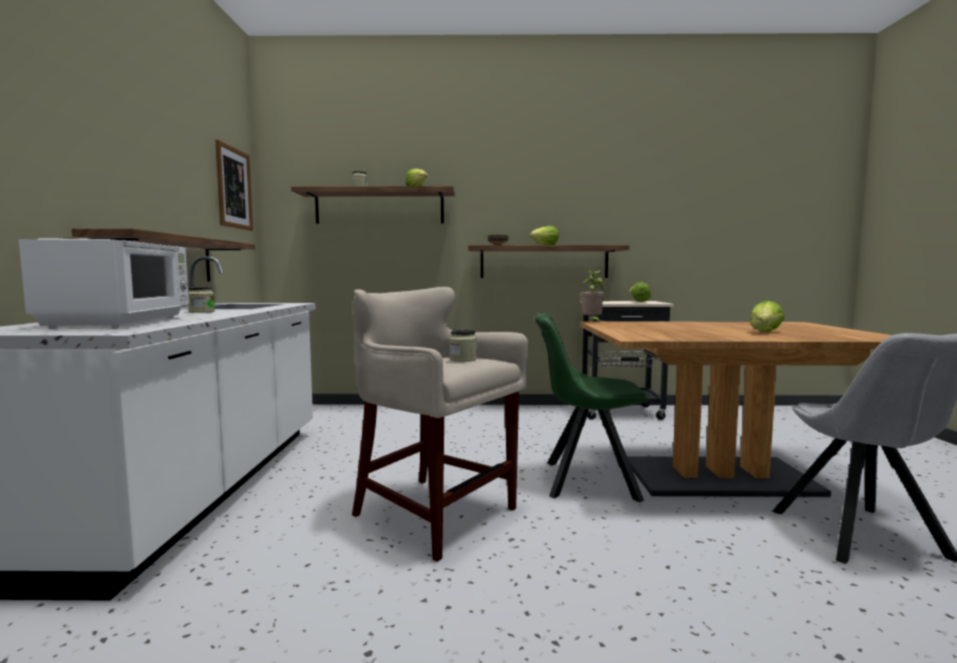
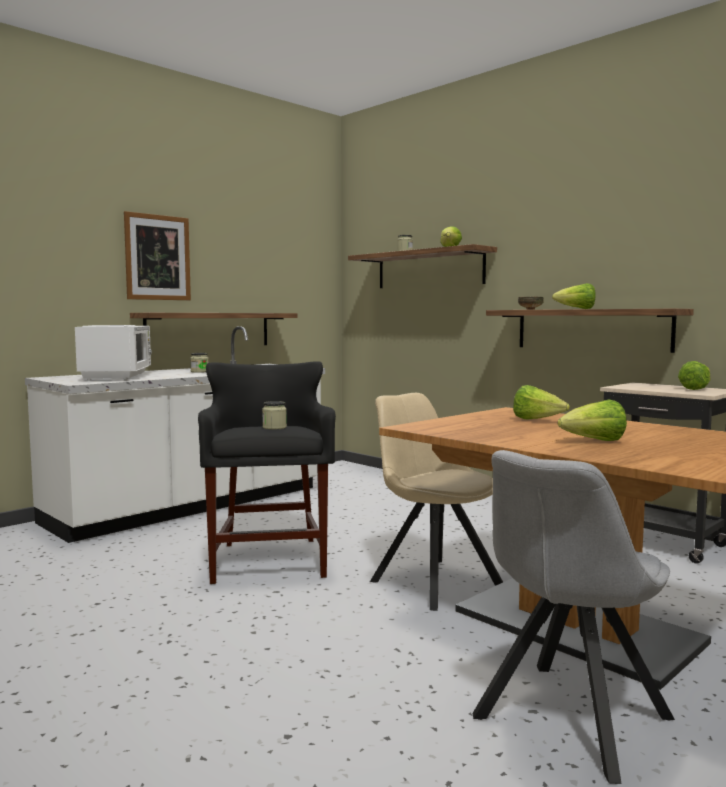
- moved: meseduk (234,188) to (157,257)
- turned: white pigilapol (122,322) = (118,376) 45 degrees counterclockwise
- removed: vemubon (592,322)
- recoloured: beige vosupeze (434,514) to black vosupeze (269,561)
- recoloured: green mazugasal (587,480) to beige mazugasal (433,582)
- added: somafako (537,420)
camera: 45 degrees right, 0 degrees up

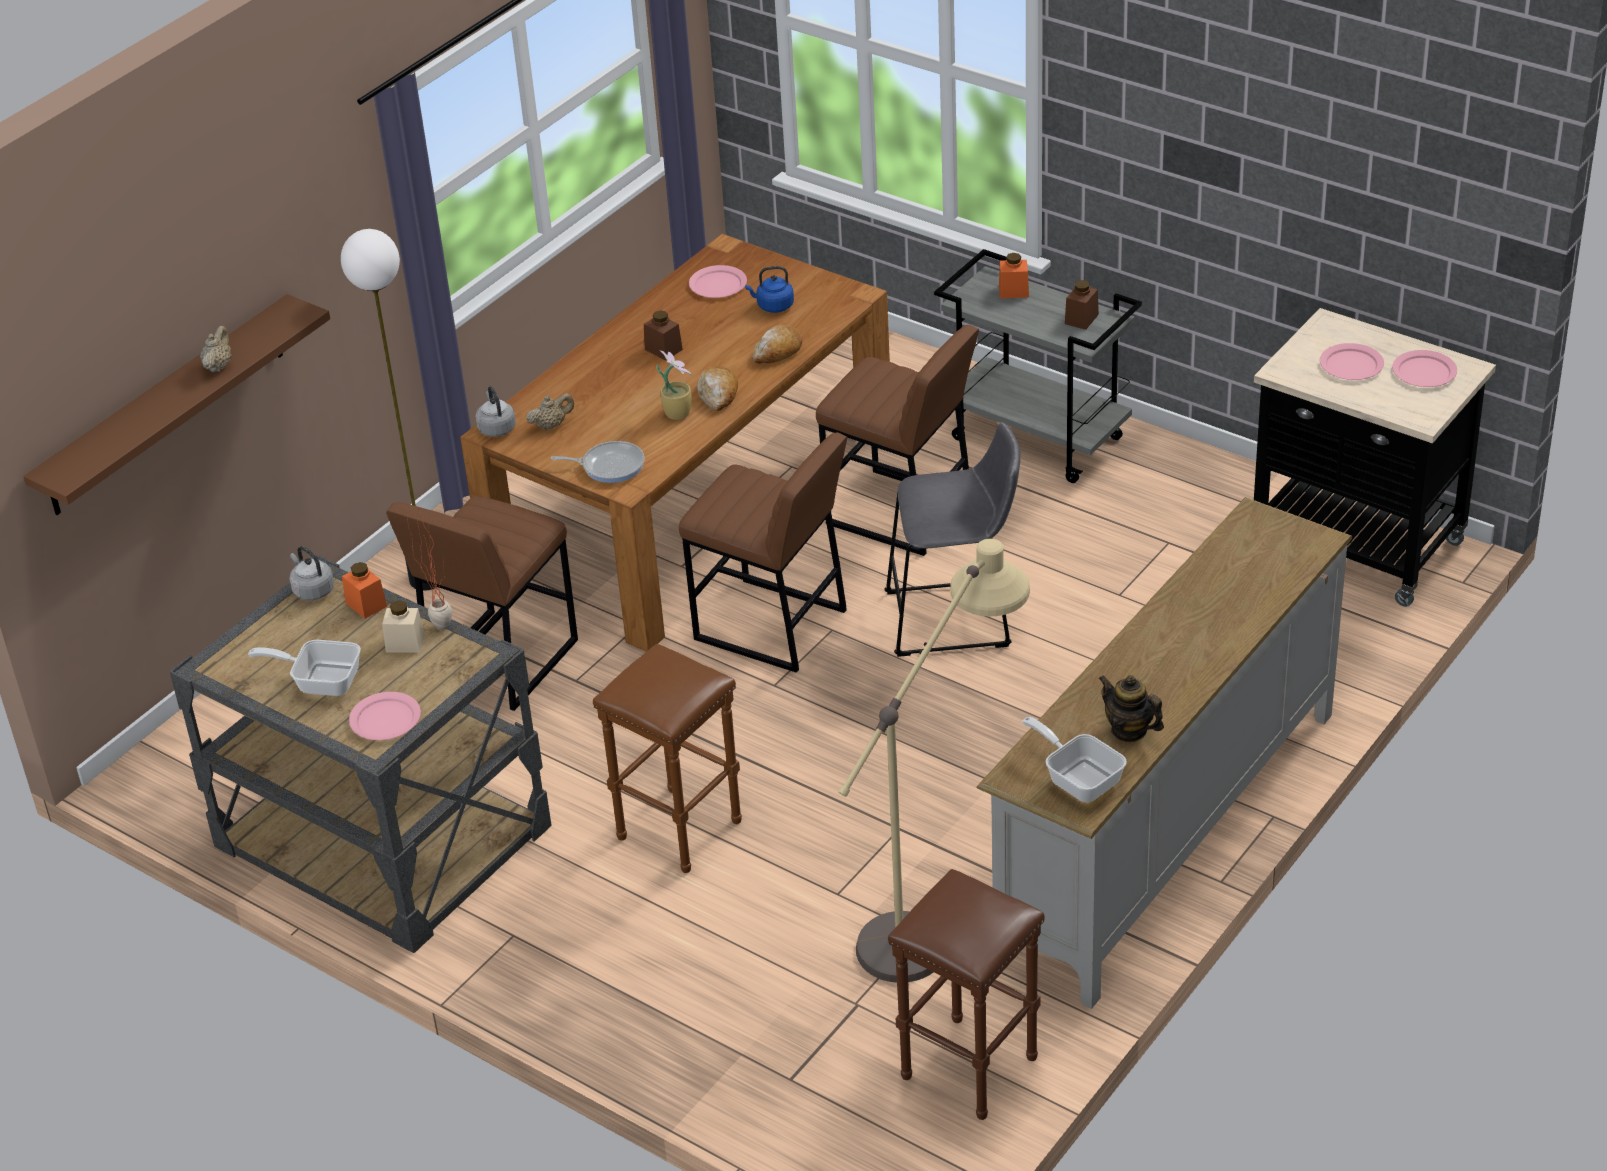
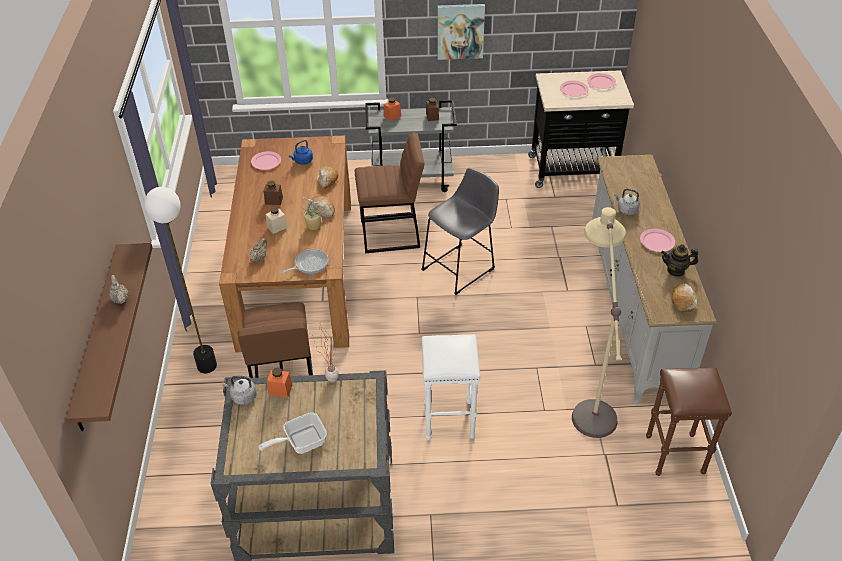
- moved: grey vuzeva (496,428) to (626,210)
- removed: brown mazugasal (774,626)
- moved: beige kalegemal (405,643) to (277,227)
- recoloured: brown vosupeze (680,831) to white vosupeze (450,420)
- moved: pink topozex (385,719) to (657,242)
- replaced: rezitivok (1078,778) to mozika (683,300)
- added: meseduk (460,31)
camera: 40 degrees left, 5 degrees up

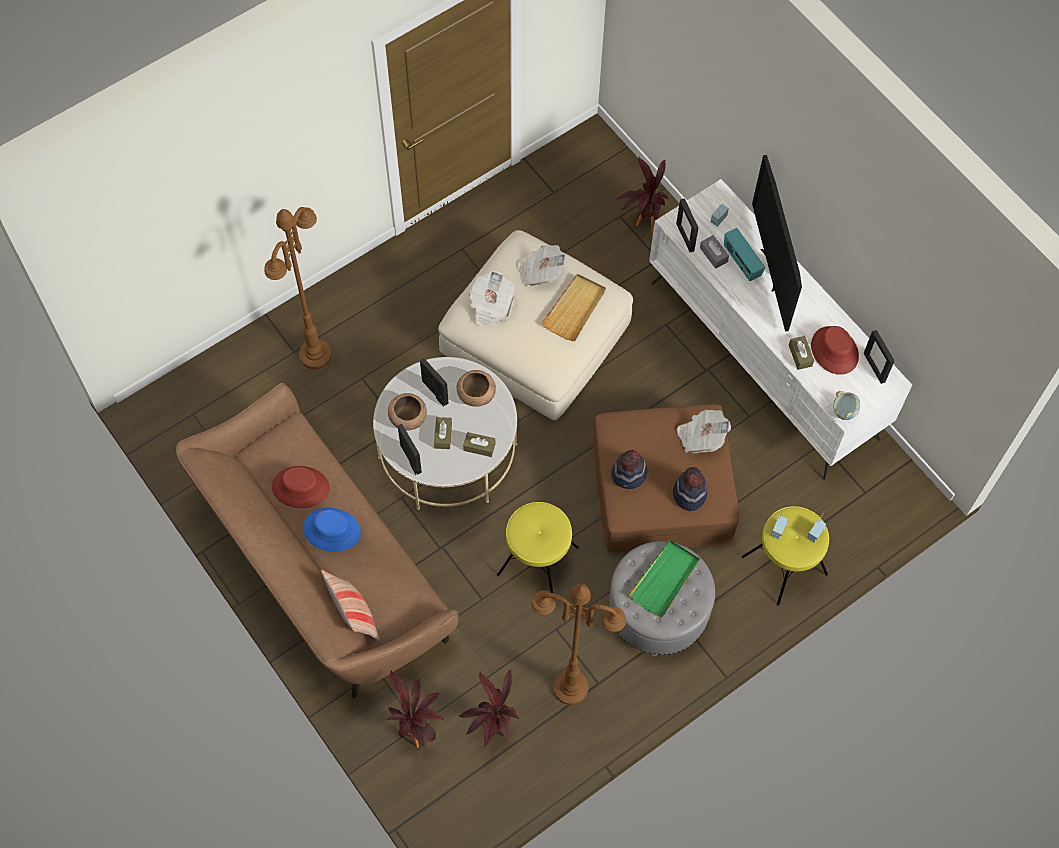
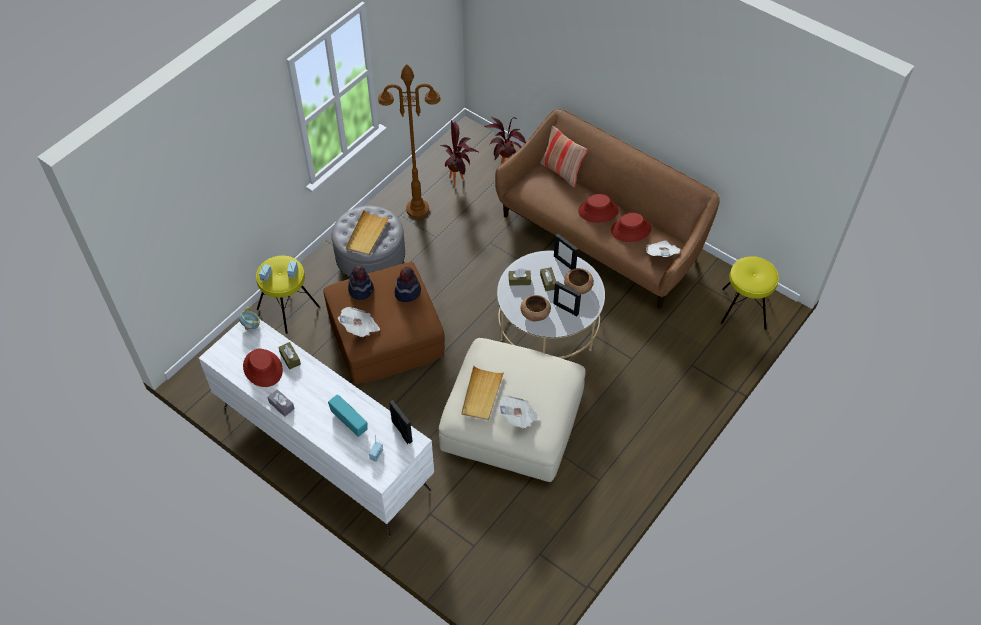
- removed: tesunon (771,270)
- removed: vemubon (641,225)
- removed: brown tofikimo (315,354)
- moved: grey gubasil (713,255) to (281,405)
- moved: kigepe (491,306) to (661,254)
- removed: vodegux (875,367)
- moved: yellow vosupeze (537,561) to (744,308)
- recoloured: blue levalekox (331,530) to red levalekox (598,211)
- recoloured: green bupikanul (664,579) to beige bupikanul (367,234)
camera: 165 degrees right, 10 degrees down

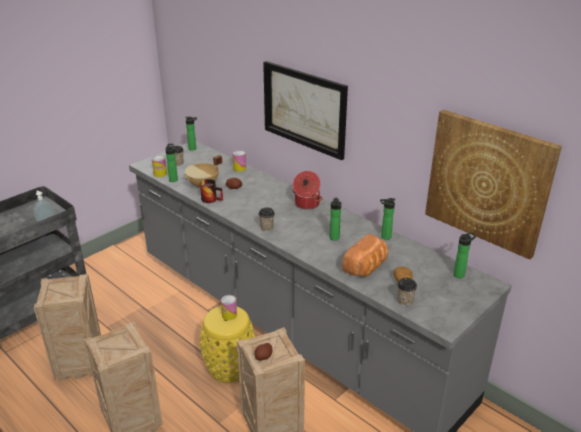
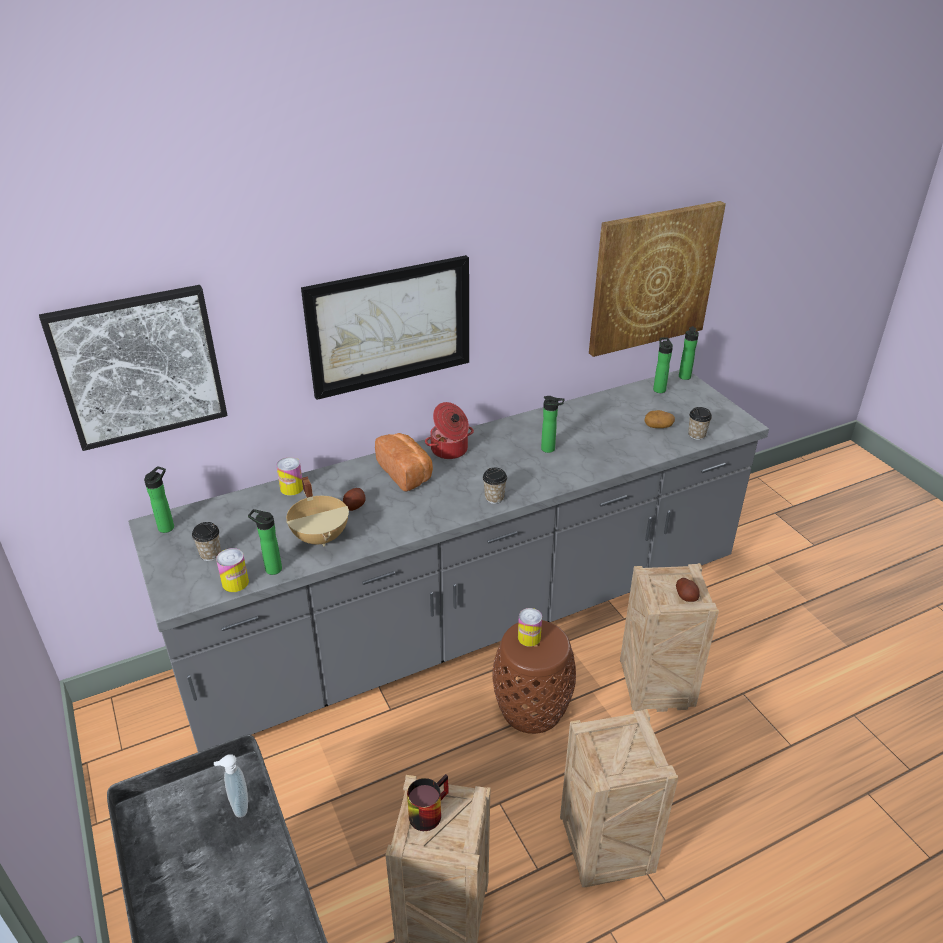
- moved: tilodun (212,199) to (427,810)
- moved: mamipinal (384,237) to (684,378)
- moved: mozika (366,267) to (407,473)
- recoloured: yellow vosupeze (229,368) to brown vosupeze (532,709)
- added: meseduk (139,366)
camera: 70 degrees left, 5 degrees up

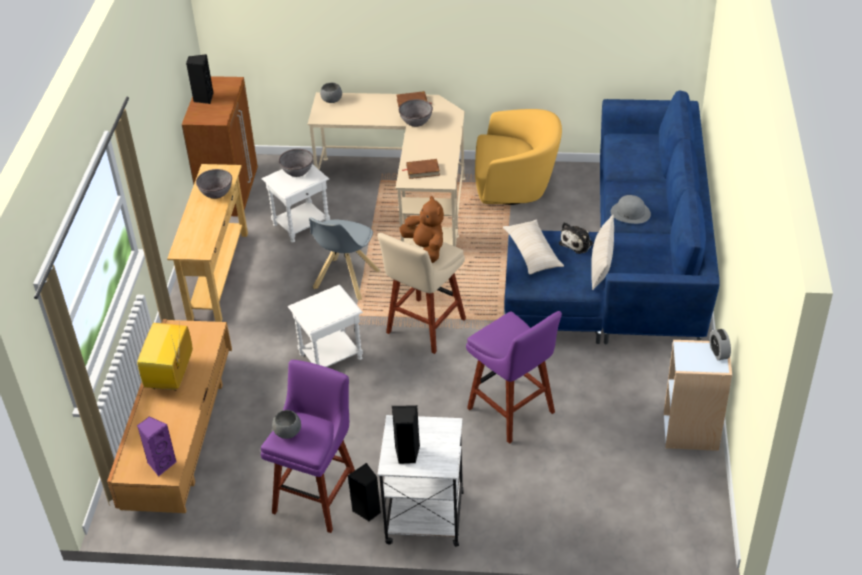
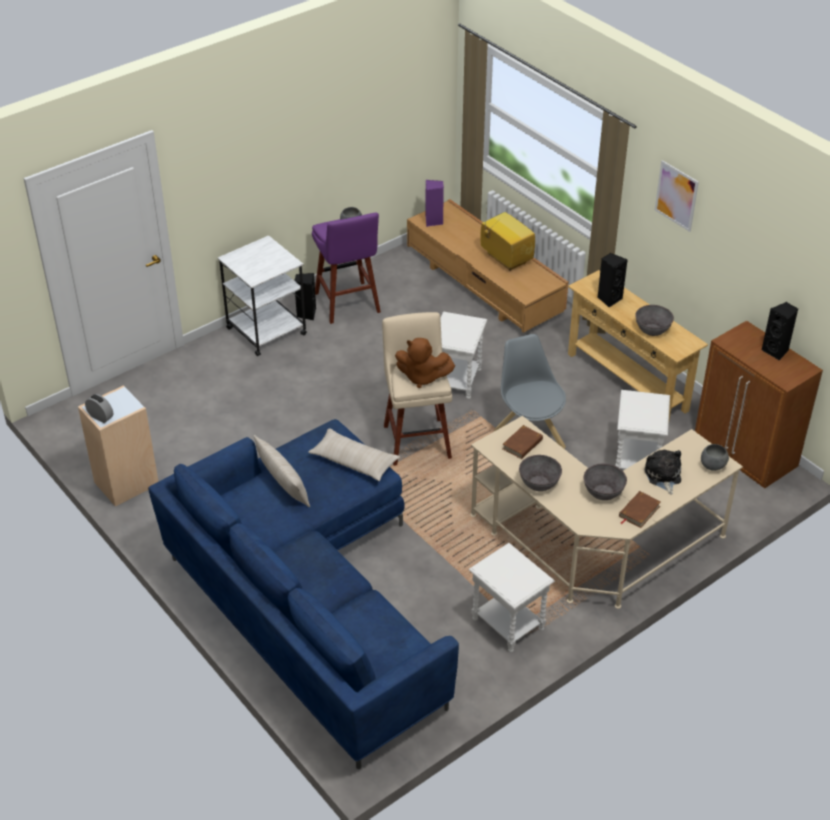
- replaced: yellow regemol (515,188) to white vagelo (507,623)
- moved: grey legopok (297,171) to (539,483)
- removed: grey levalekox (630,212)
- moved: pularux (577,243) to (663,476)
- removed: purple vosupeze (512,412)
- moved: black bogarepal (407,454) to (609,299)
- added: meseduk (676,195)
camera: 135 degrees right, 0 degrees up

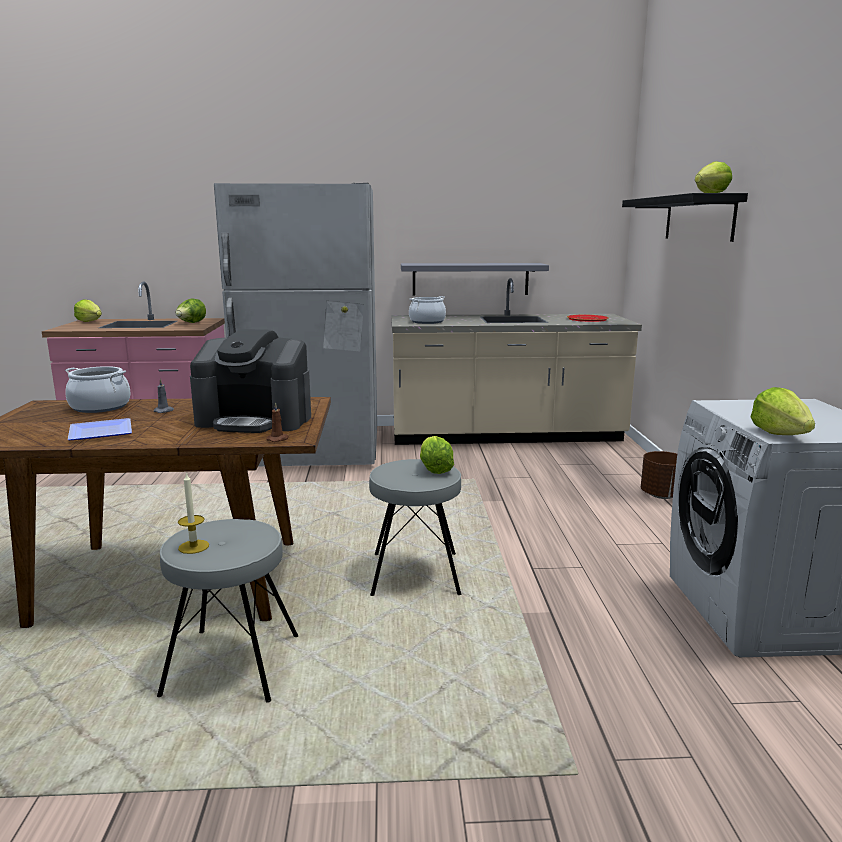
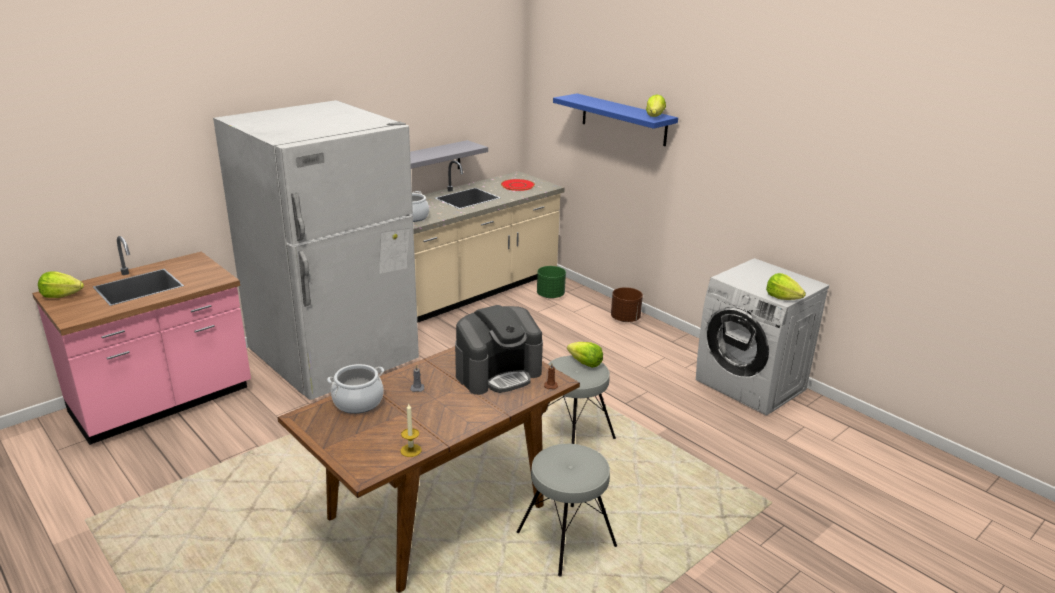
- recoloured: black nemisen (698,218) to blue nemisen (623,119)
- removed: somafako (191,323)
- removed: topozex (98,432)
- moved: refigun (193,547) to (411,450)
- added: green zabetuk (550,295)
camera: 40 degrees left, 10 degrees up

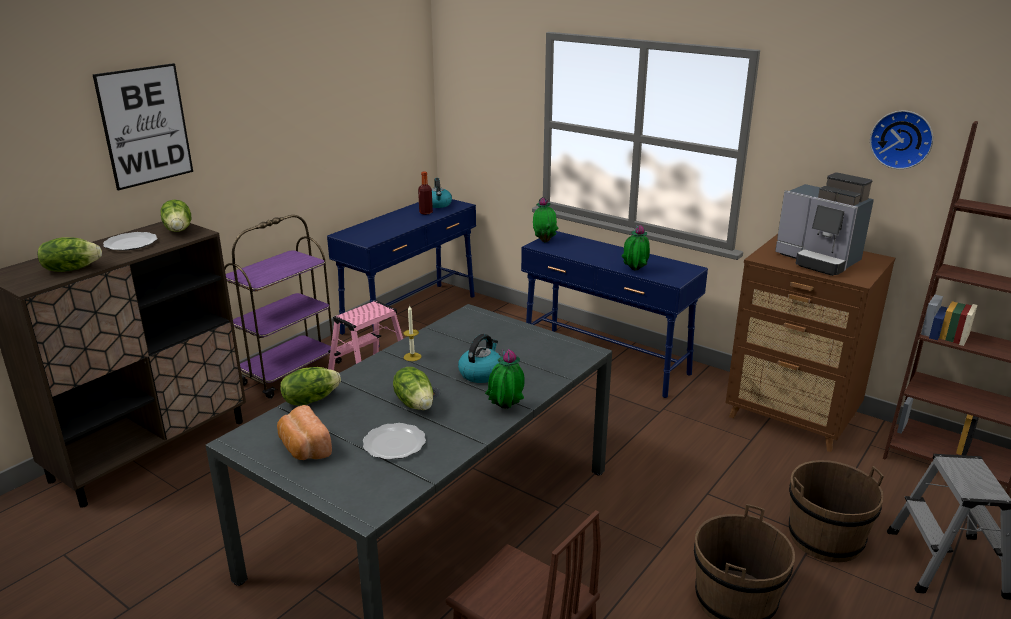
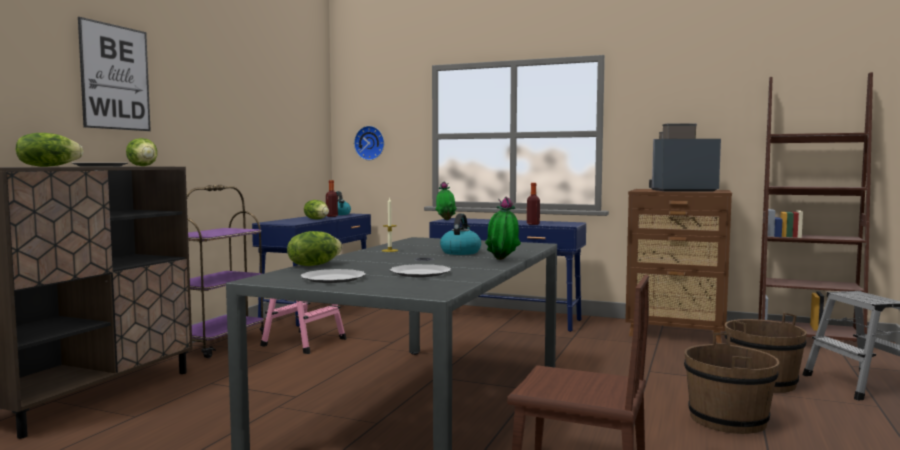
- moved: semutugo (902,139) to (370,143)
- turned: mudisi (818,260) = (680,190) 150 degrees clockwise
- replaced: vemubon (634,271) to mamipinal (533,224)
- moved: somafako (415,403) to (317,219)
- replaced: mozika (303,448) to topozex (333,278)
camera: 15 degrees left, 20 degrees down

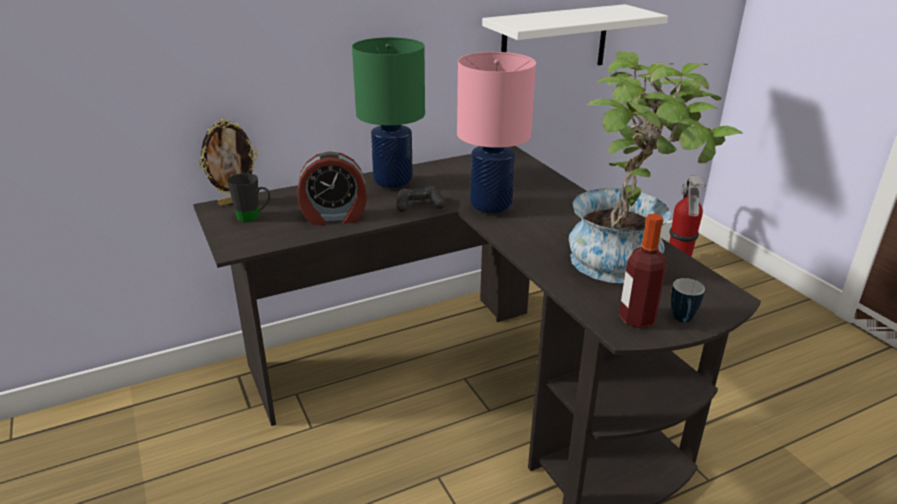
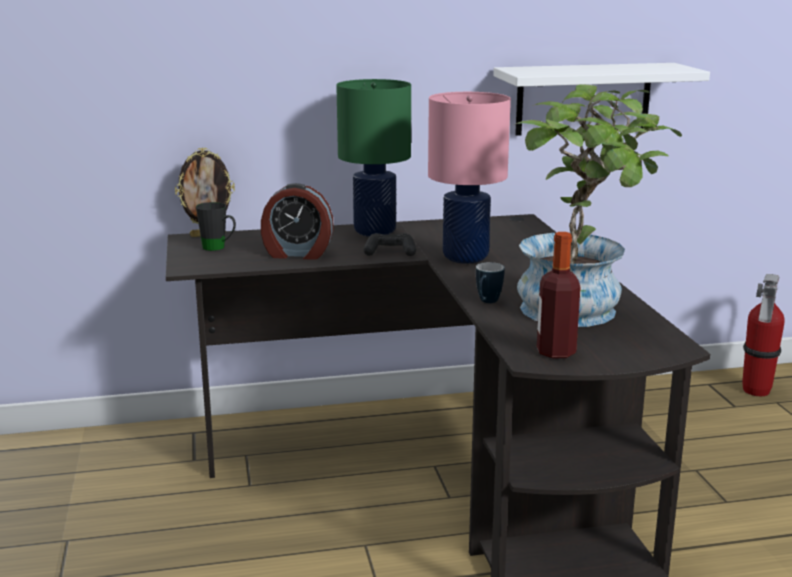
- moved: tilodun (682,321) to (486,302)
camera: 15 degrees right, 10 degrees down

